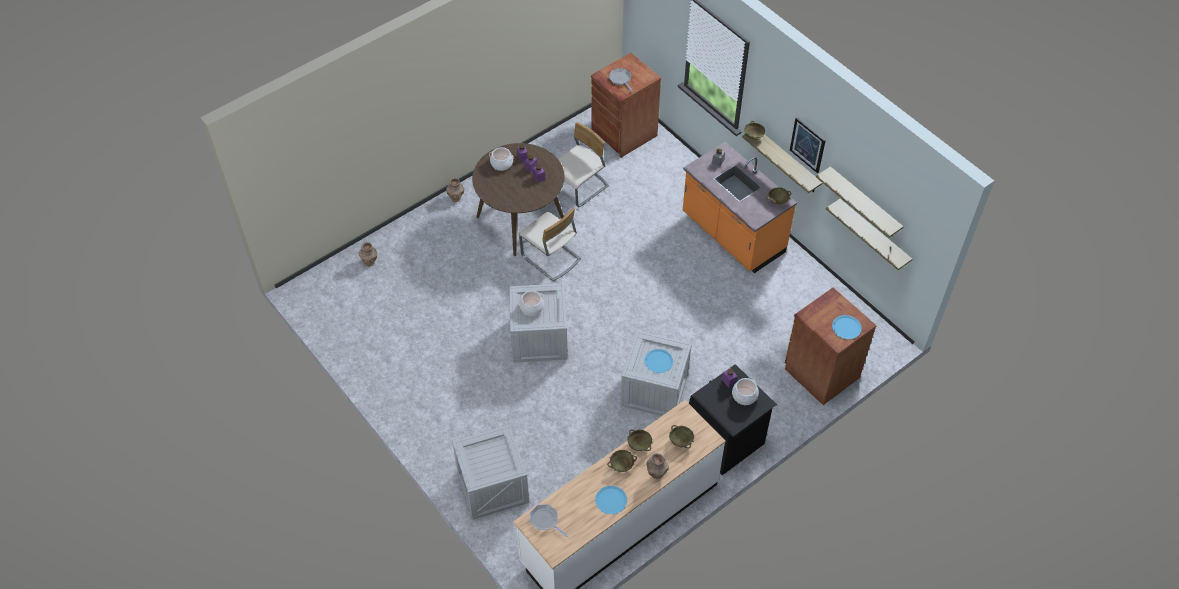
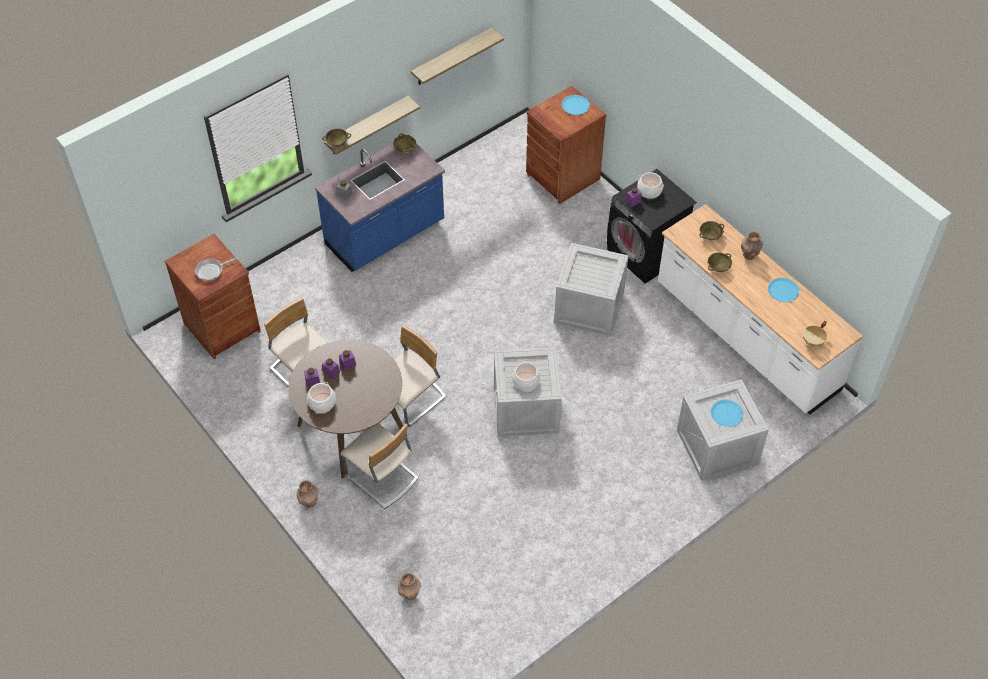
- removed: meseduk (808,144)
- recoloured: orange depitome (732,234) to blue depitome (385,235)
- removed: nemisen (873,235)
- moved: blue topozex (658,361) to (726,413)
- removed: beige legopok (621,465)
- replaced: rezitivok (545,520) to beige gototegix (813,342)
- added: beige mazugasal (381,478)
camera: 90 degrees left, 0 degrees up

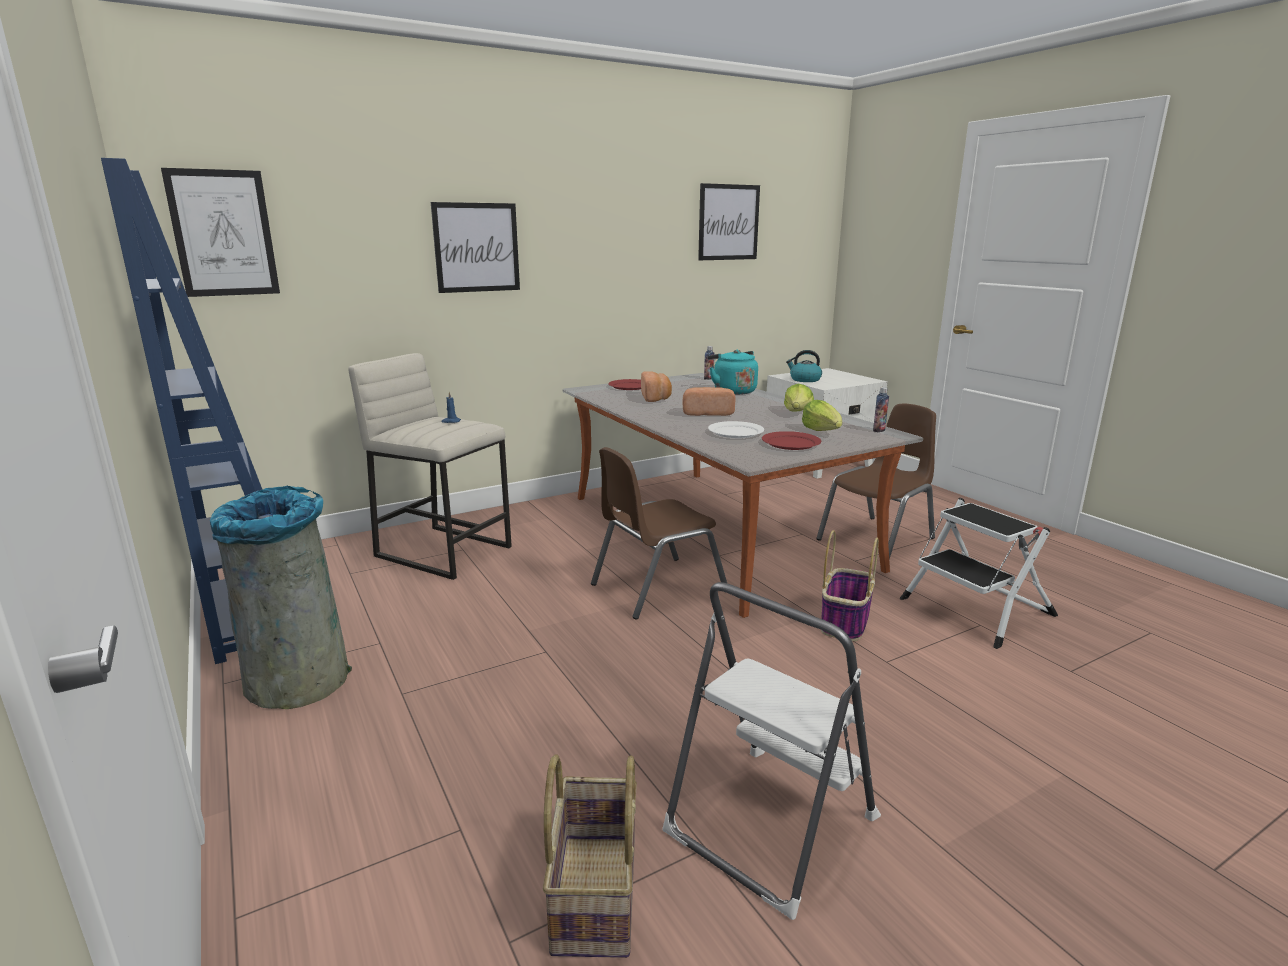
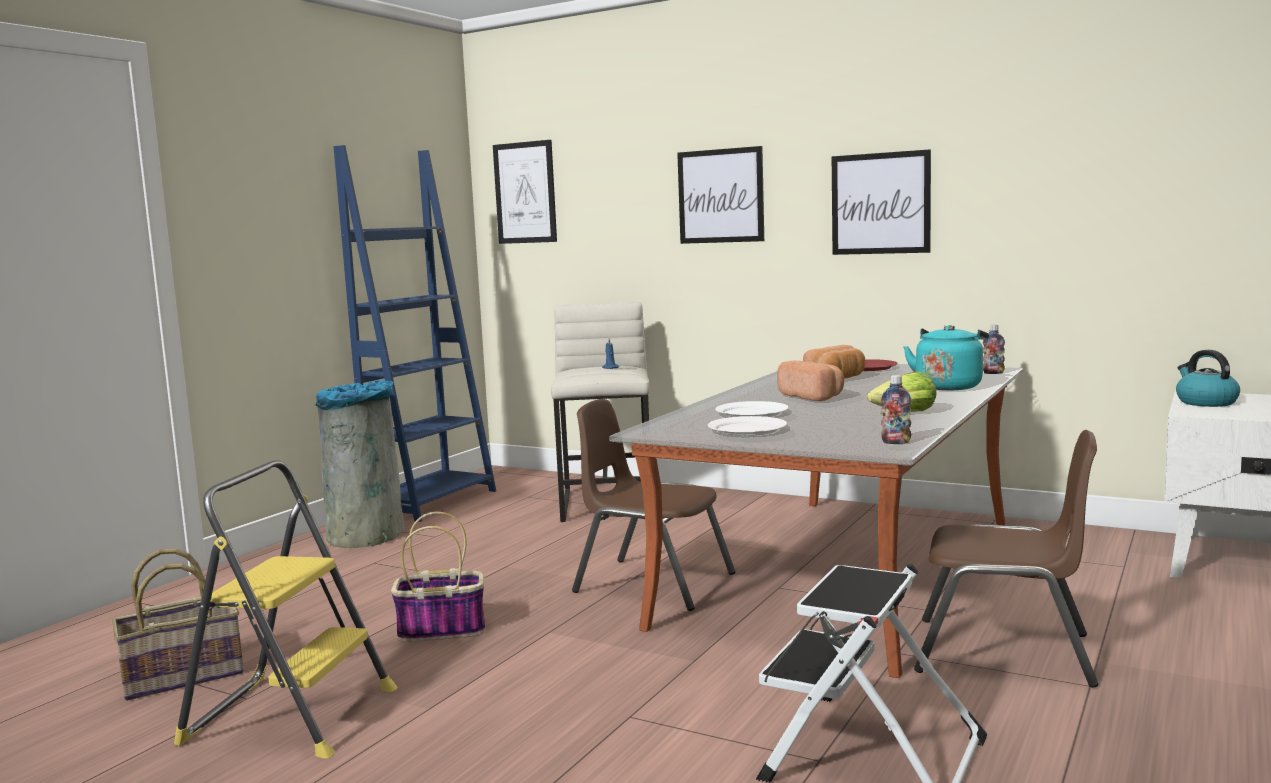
- moved: meseduk (728,222) to (880,203)
- removed: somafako (822,431)
- recoloured: red topozex (790,443) to white topozex (746,429)
- moved: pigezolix (844,621) to (443,630)
- recoloured: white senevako (765,827) to yellow senevako (283,714)
camera: 60 degrees right, 10 degrees down

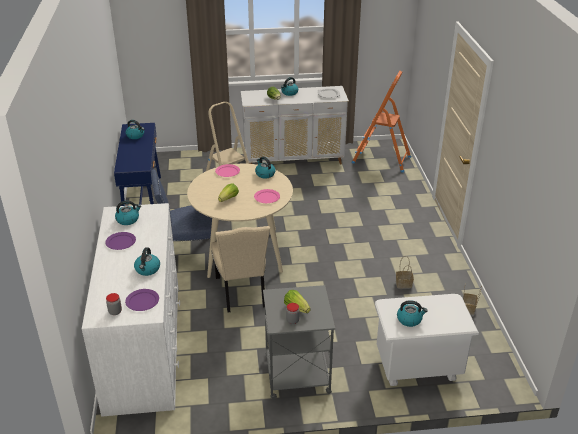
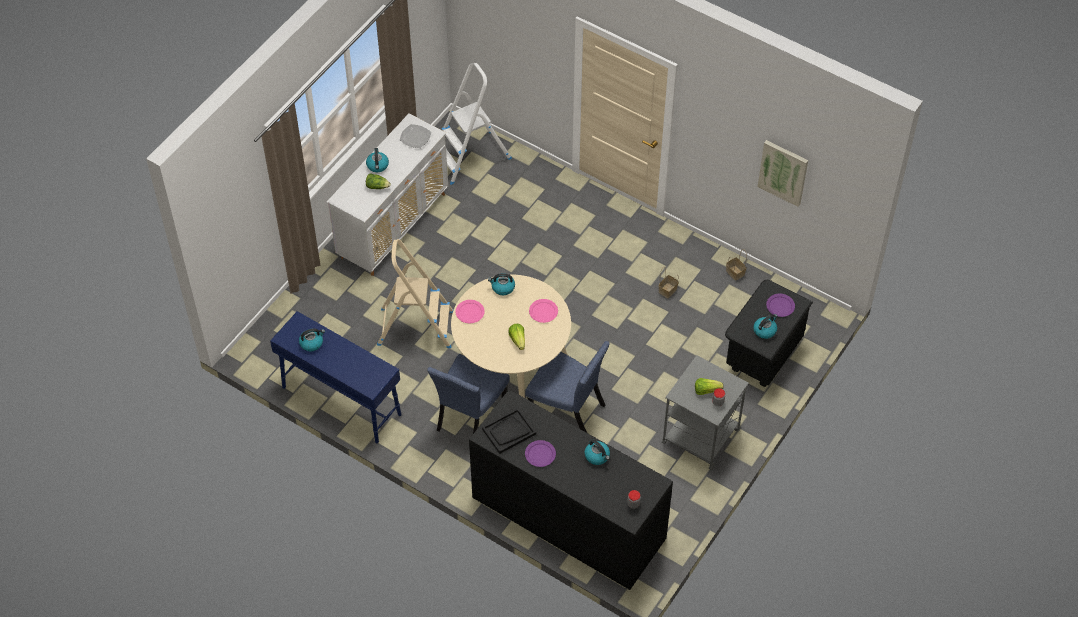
- recoloured: orange senevako (380,159) to white senevako (470,157)
- replaced: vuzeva (128,219) to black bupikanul (509,432)
- recoloured: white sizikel (144,343) to black sizikel (568,517)
- recoloured: beige mazugasal (242,290) to blue mazugasal (566,407)
- moved: purple topozex (142,301) to (780,306)
- recoloured: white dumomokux (417,365) to black dumomokux (761,355)
- added: meseduk (783,172)
camera: 50 degrees left, 20 degrees up

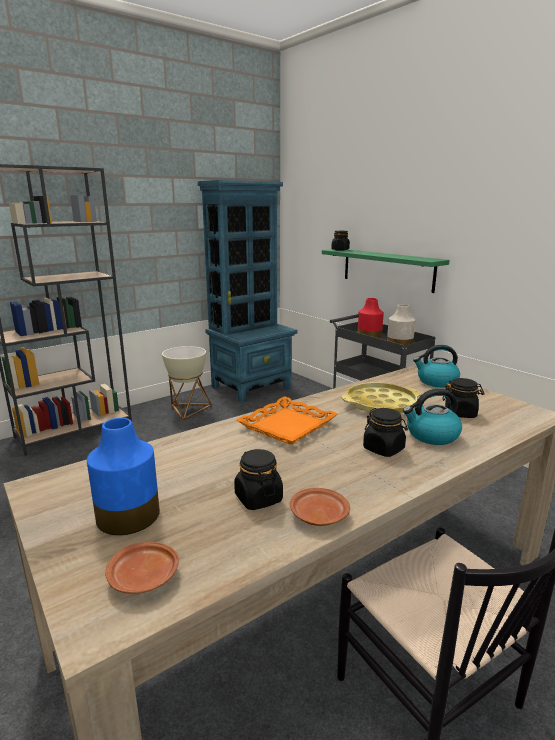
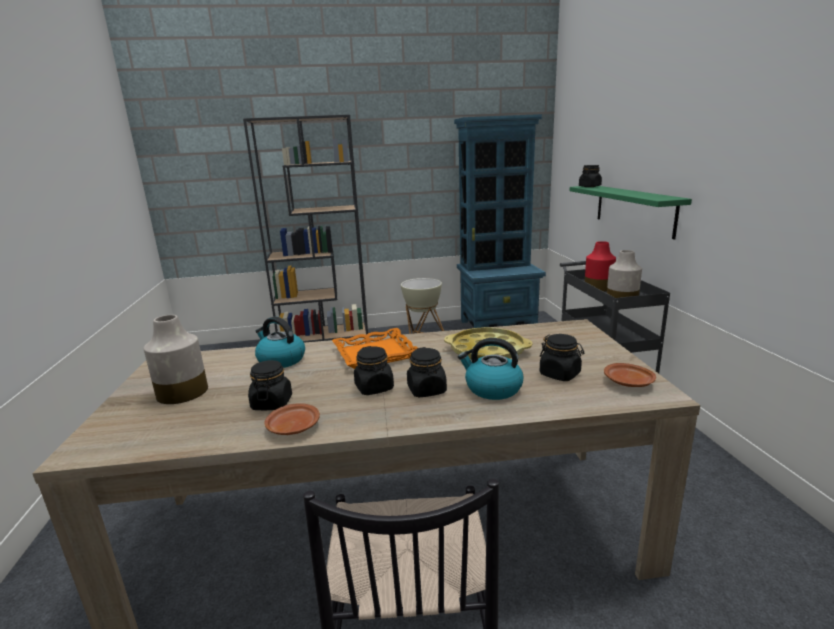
- moved: vuzeva (436,381) to (280,360)
- recoloured: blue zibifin (127,515) to beige zibifin (182,392)
- moved: brown topozex (144,578) to (629,383)
- added: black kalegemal (374,388)
camera: 30 degrees right, 0 degrees up

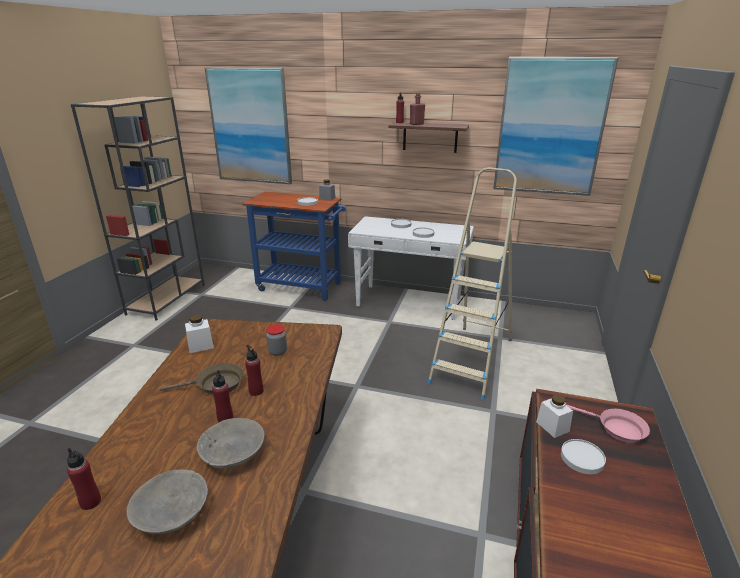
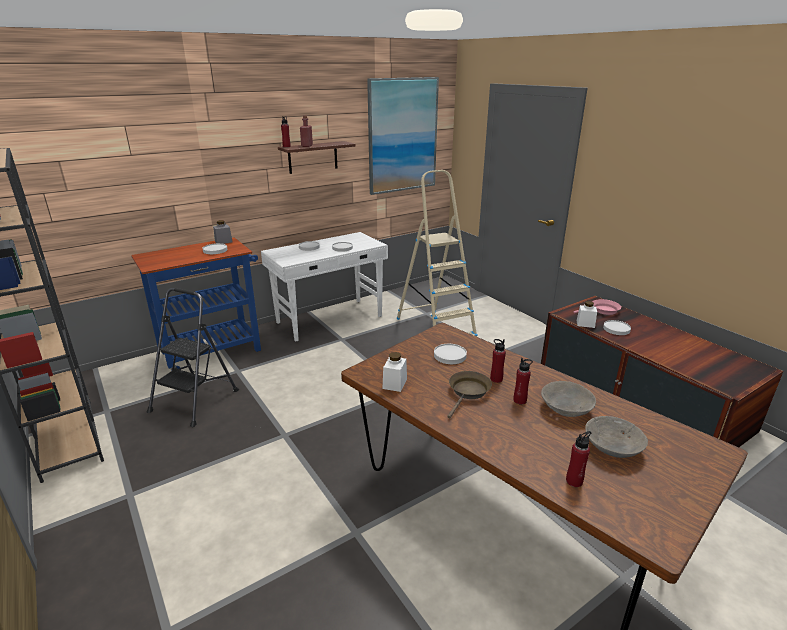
- removed: meseduk (250,126)
- replaced: kalegemal (277,352) to white topozex (449,355)
- added: black senevako (196,399)
camera: 50 degrees left, 0 degrees up

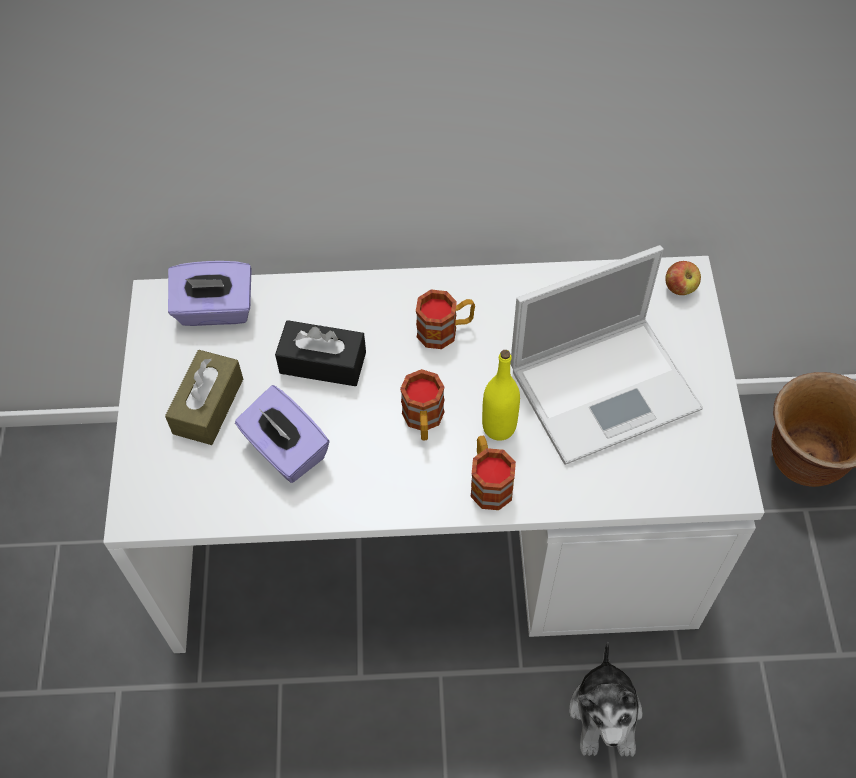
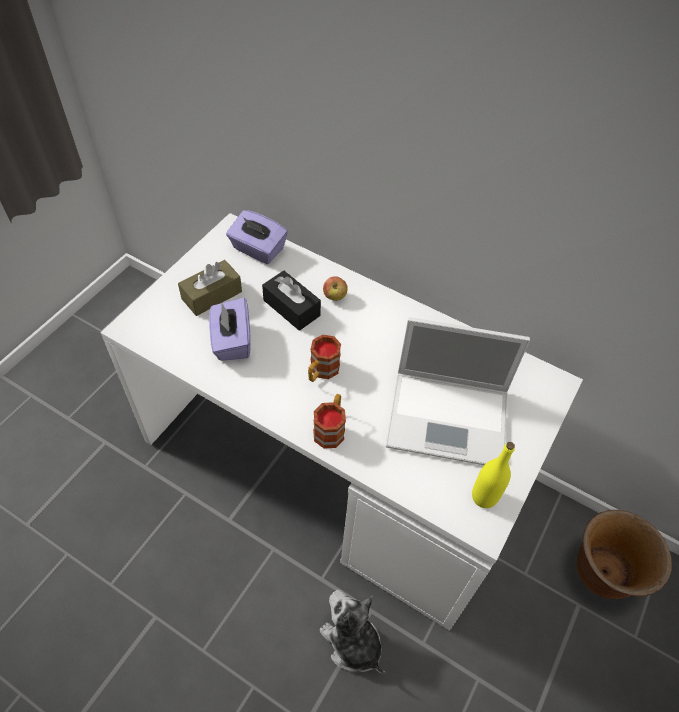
- moved: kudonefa (680,288) to (334,296)
- removed: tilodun (445,330)
- moved: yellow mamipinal (499,427) to (484,497)
- turned: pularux (606,714) = (352,642) 105 degrees clockwise
camera: 30 degrees right, 5 degrees down

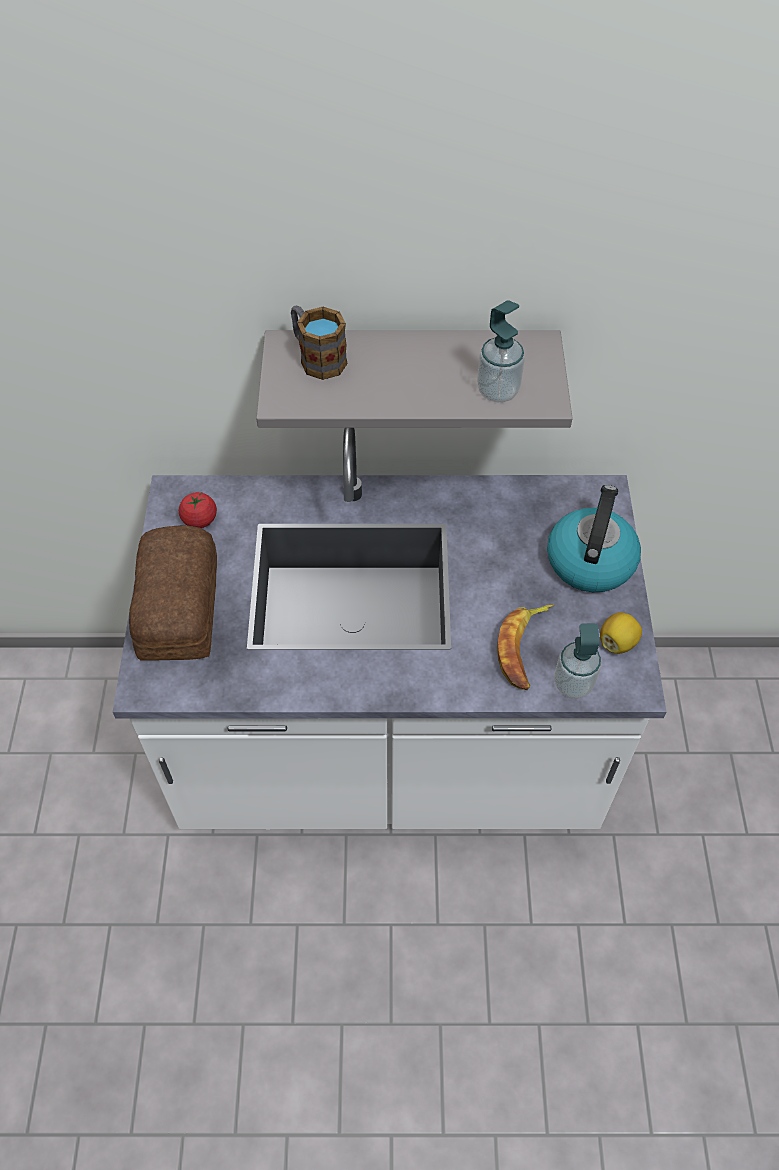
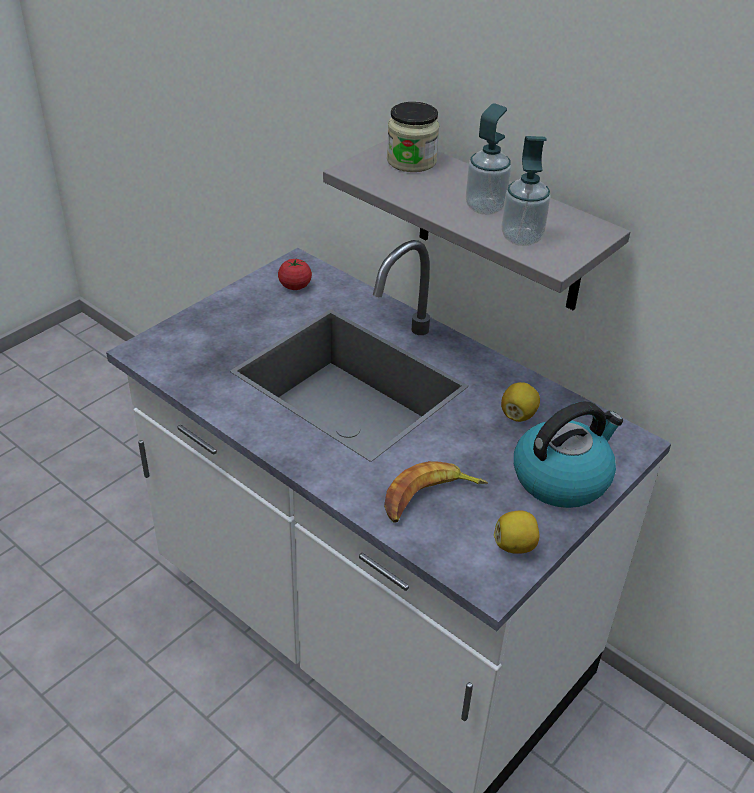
- replaced: tilodun (317,357) to kalegemal (411,161)
- removed: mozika (176,608)
- moved: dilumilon (573,684) to (485,207)
- added: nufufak (518,415)
camera: 40 degrees right, 15 degrees down

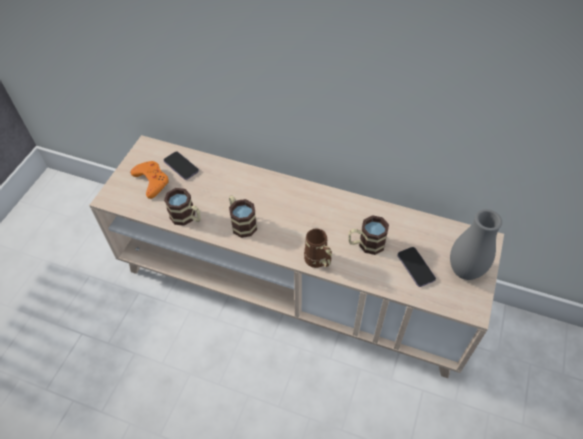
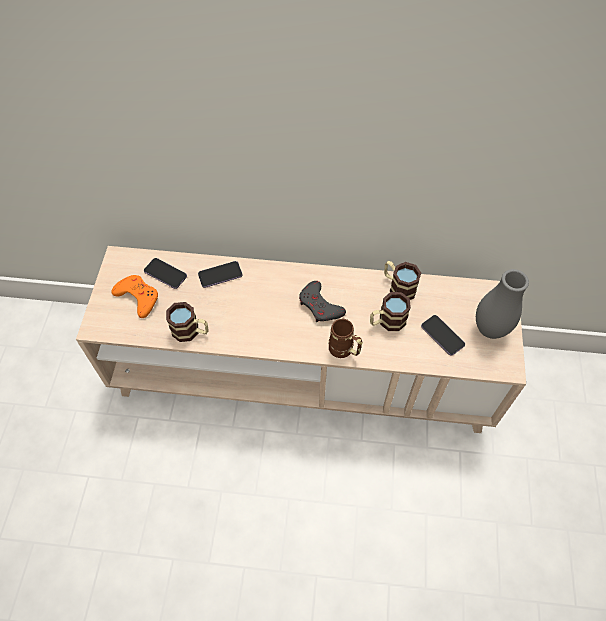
- moved: tilodun (241,223) to (398,287)
- added: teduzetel (220,275)
- added: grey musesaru (320,306)
camera: 15 degrees left, 5 degrees up

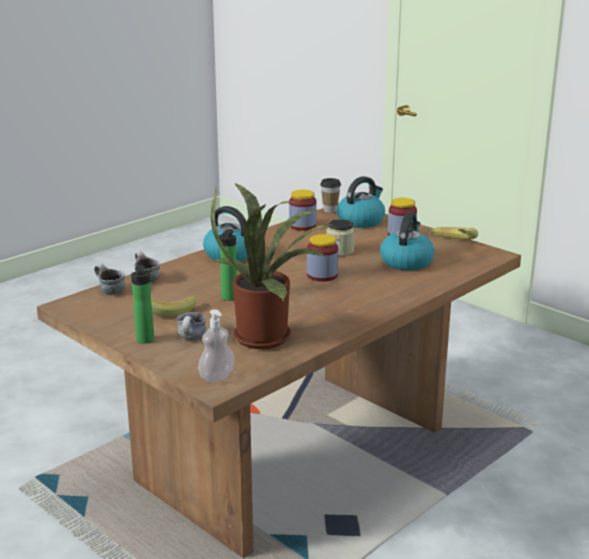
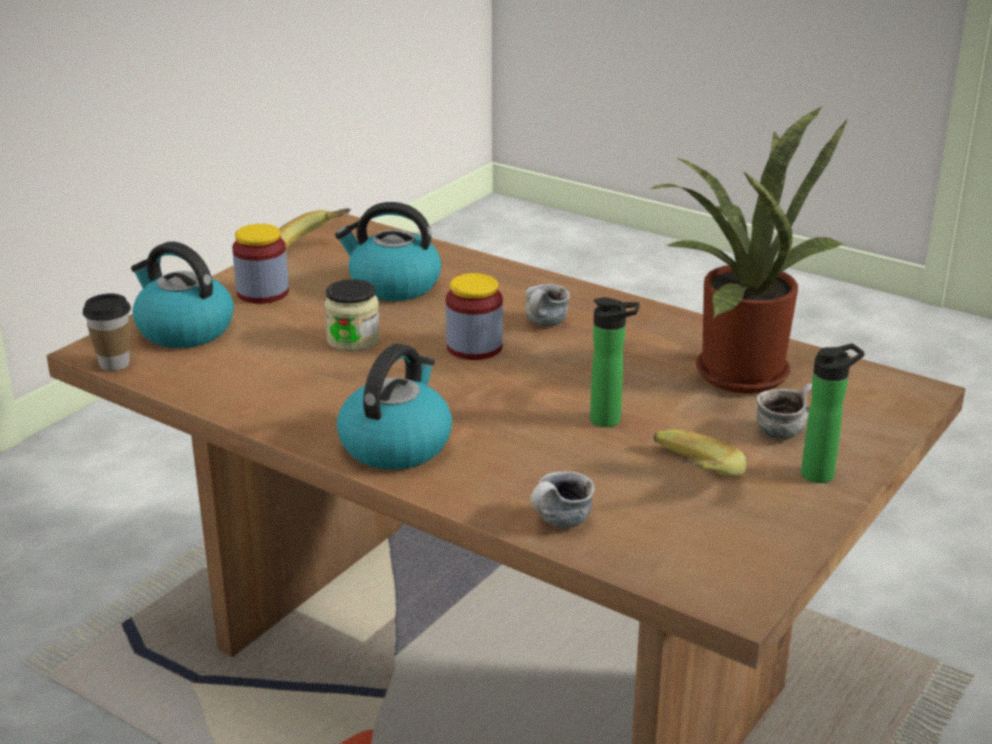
- removed: kalegemal (302,226)
- moved: tilodun (109,291) to (545,325)
- removed: dilumilon (217,377)
camera: 100 degrees left, 5 degrees up

